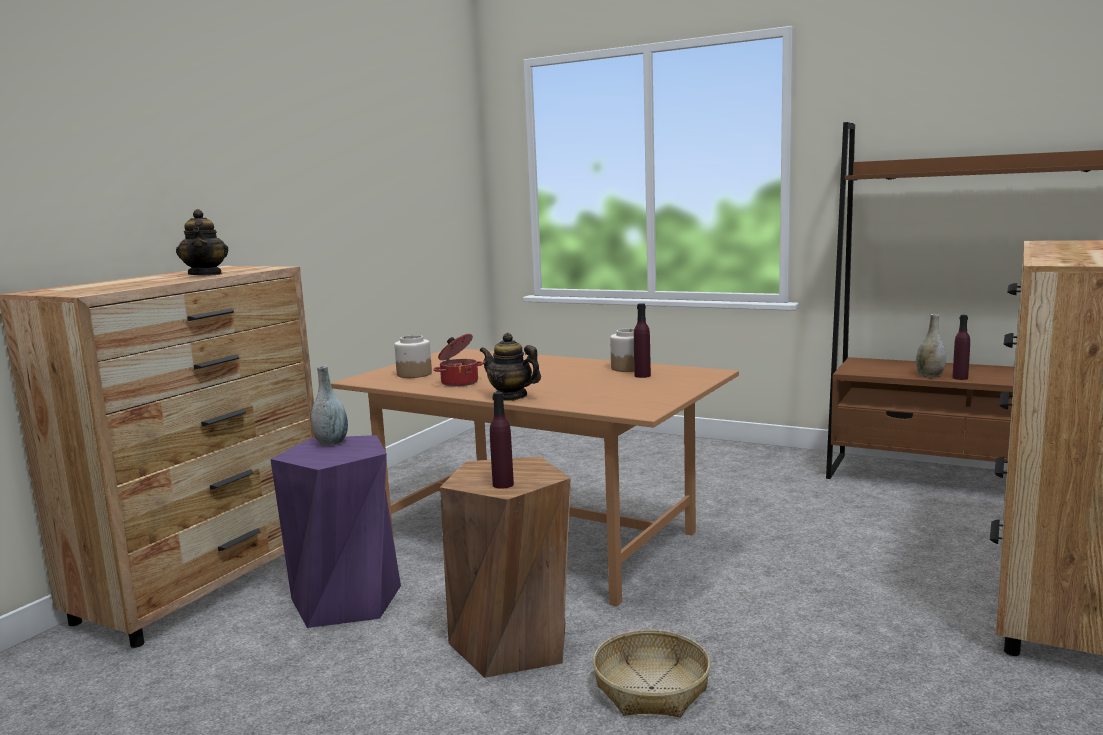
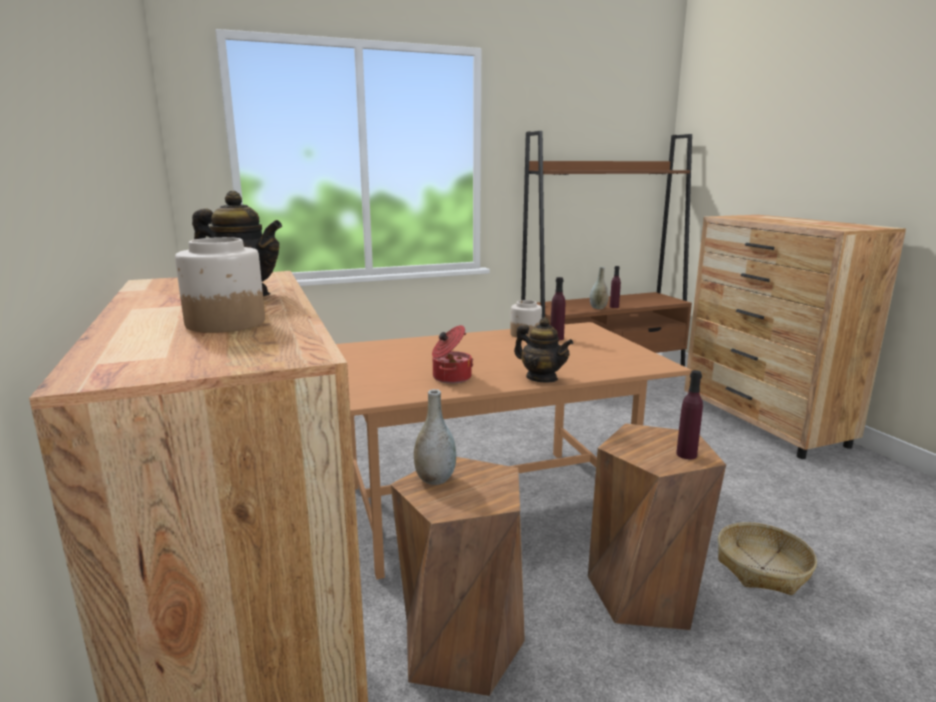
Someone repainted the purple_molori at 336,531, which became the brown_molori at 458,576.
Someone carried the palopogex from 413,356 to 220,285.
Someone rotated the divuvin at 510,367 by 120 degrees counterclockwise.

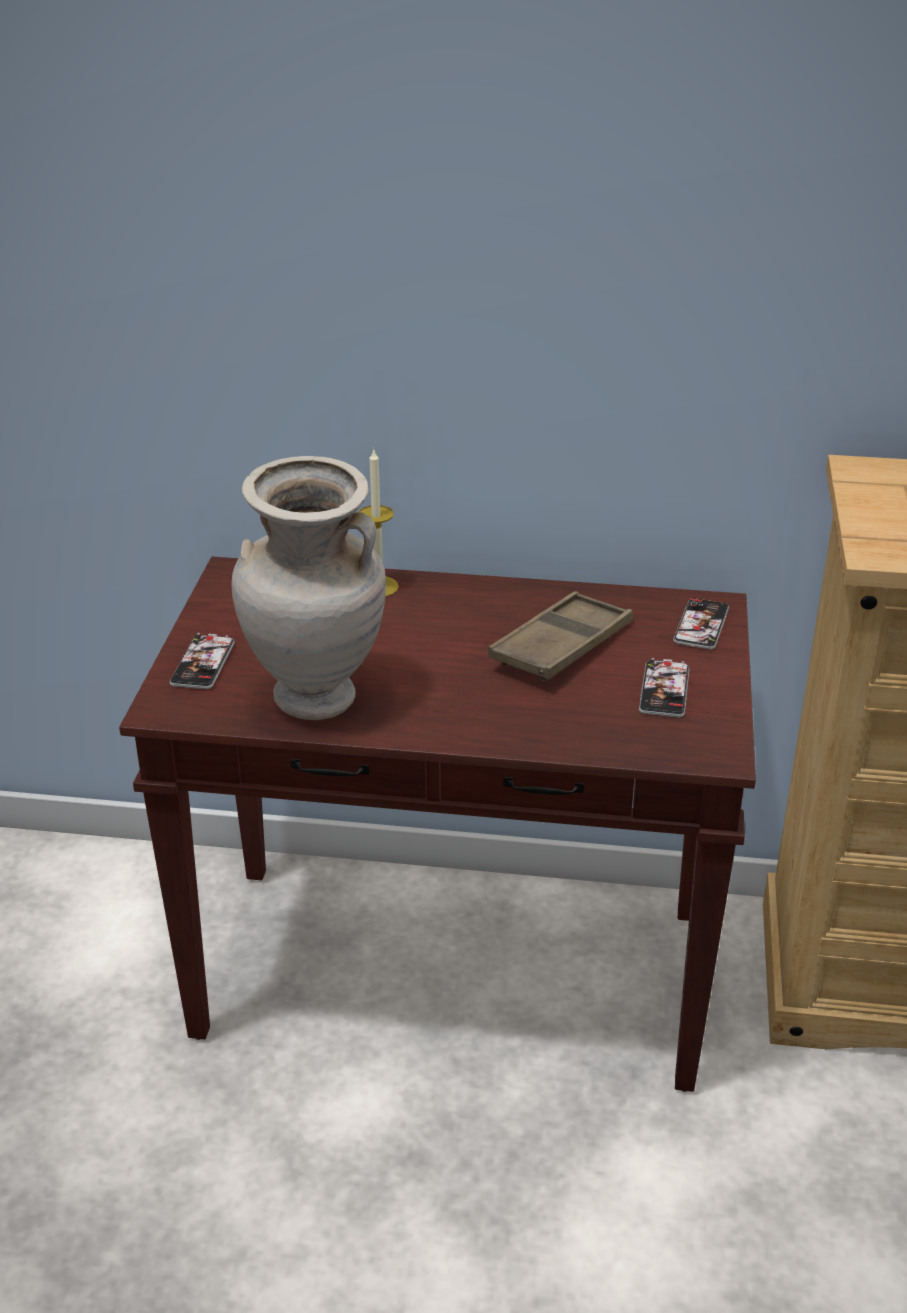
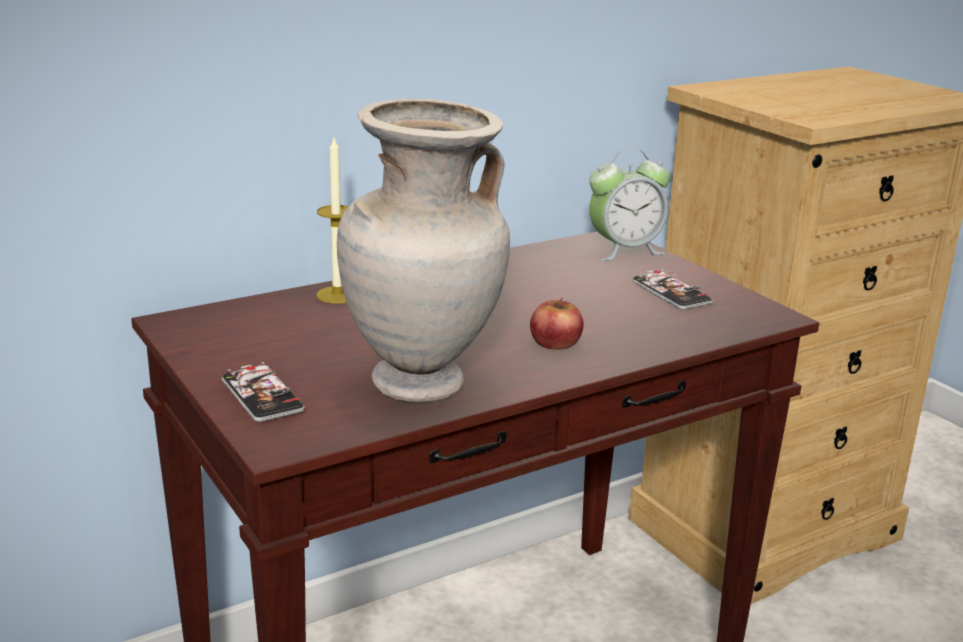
Someone took away the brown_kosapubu at 560,636.
Someone swapped the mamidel at 701,624 for the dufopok at 629,204.
Someone put down the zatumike at 557,323.

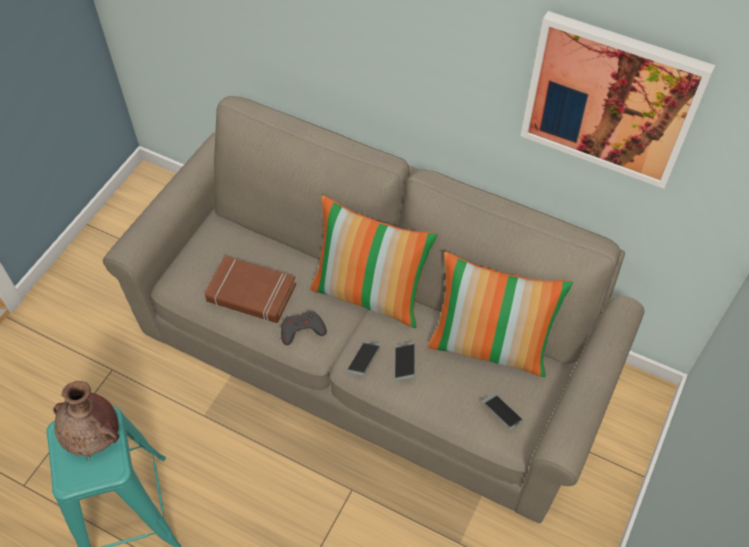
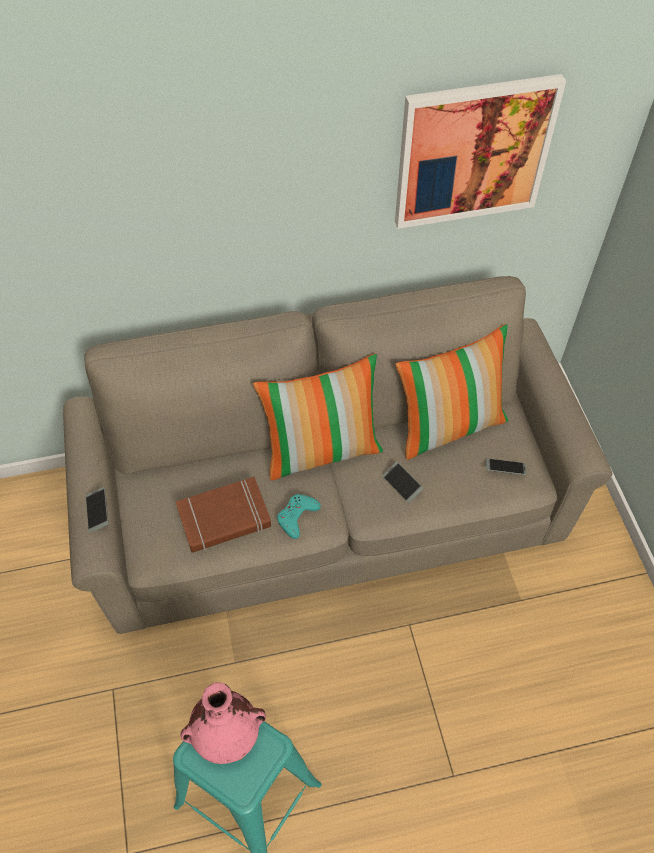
Someone repainted the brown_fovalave at 86,418, which became the pink_fovalave at 223,723.
Someone repainted the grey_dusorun at 304,328, which became the turquoise_dusorun at 299,516.
Someone carried the mamidel from 363,358 to 97,510.

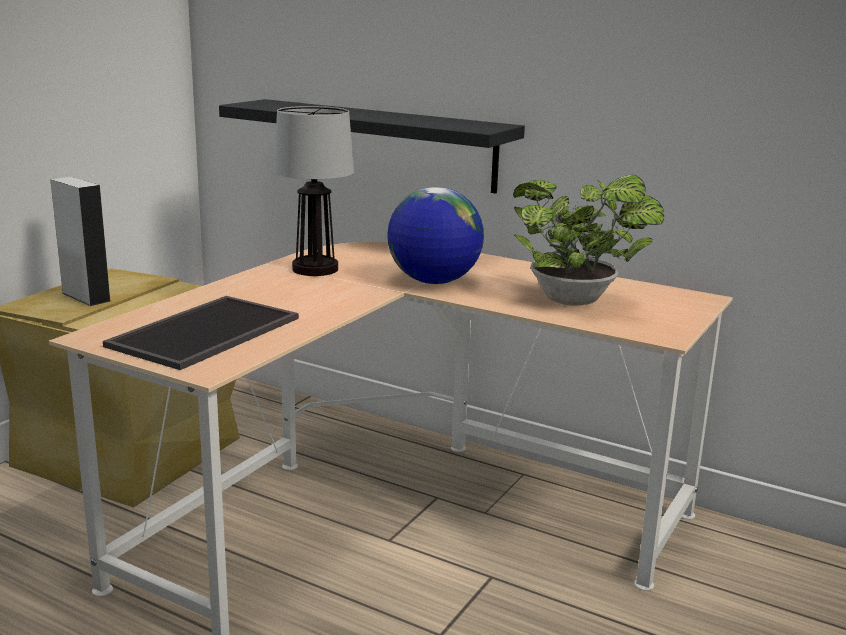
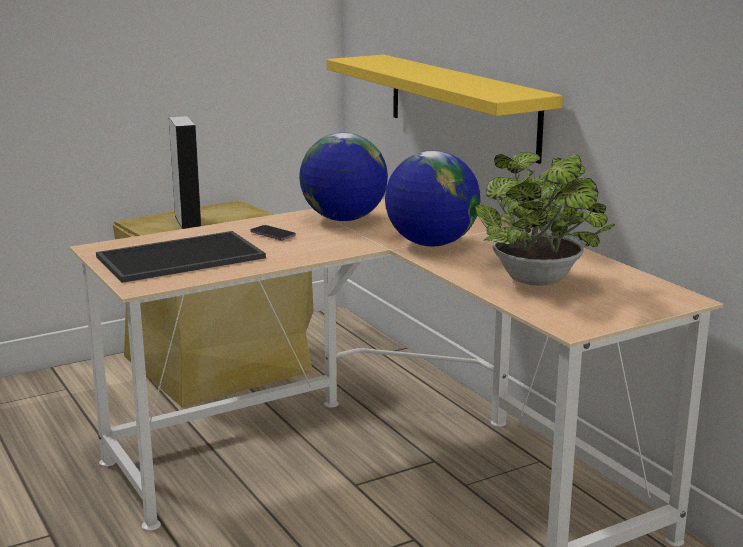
Someone repainted the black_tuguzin at 372,146, which became the yellow_tuguzin at 445,109.
Someone swapped the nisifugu at 314,191 for the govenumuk at 343,176.
Someone put down the mamidel at 273,233.

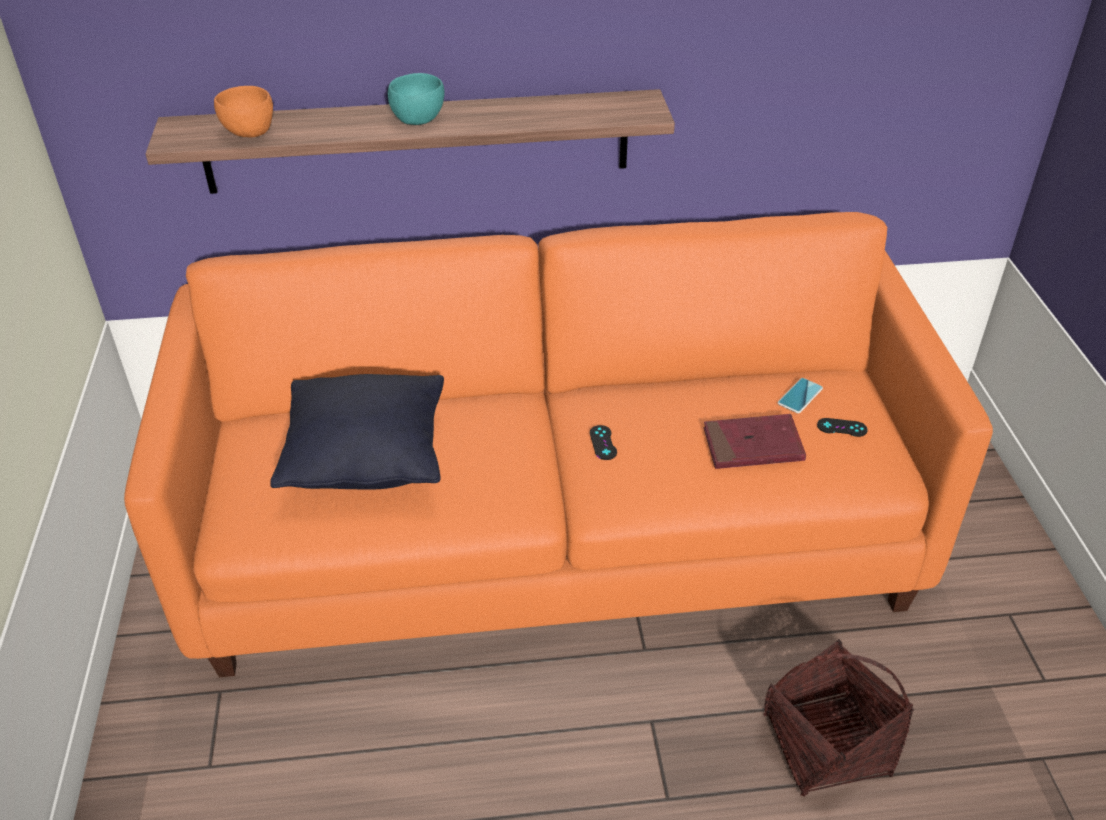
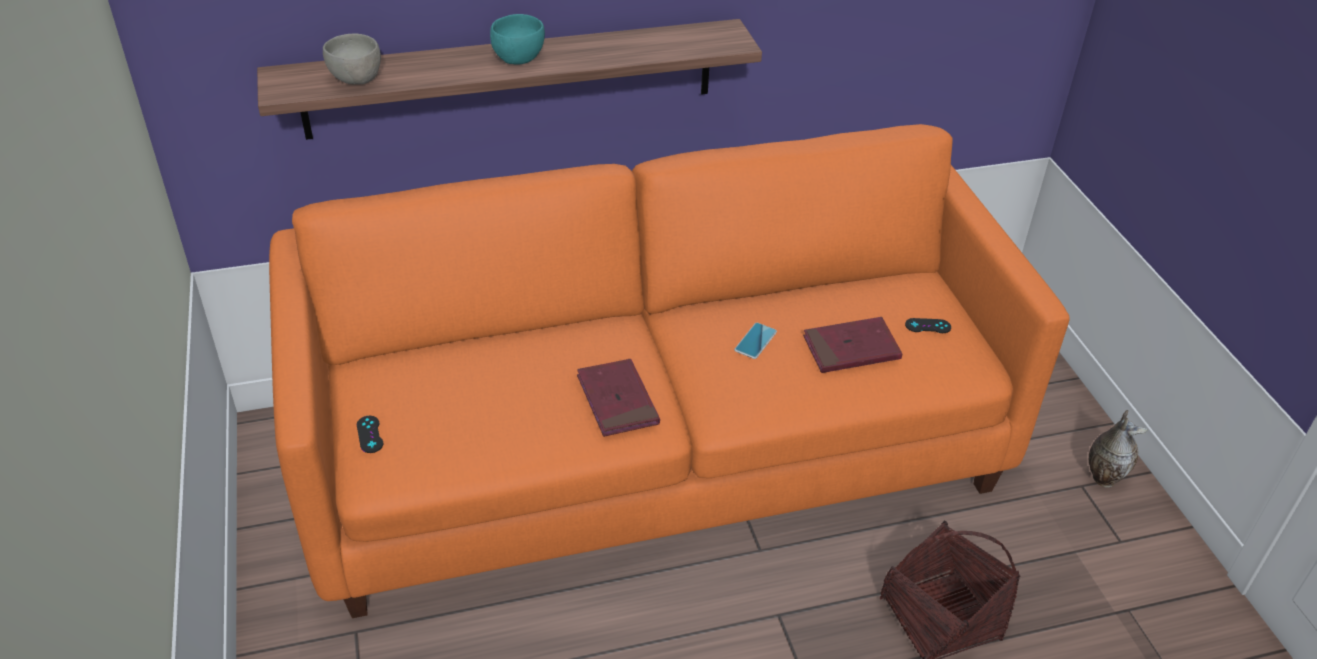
Someone repainted the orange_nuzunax at 243,112, which became the grey_nuzunax at 352,59.
Someone took away the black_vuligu at 357,431.
Someone carried the black_dusorun from 603,442 to 370,434.
Someone carried the mamidel from 800,395 to 755,341.
Someone put down the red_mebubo at 618,398.
Someone put down the fovalave at 1118,449.

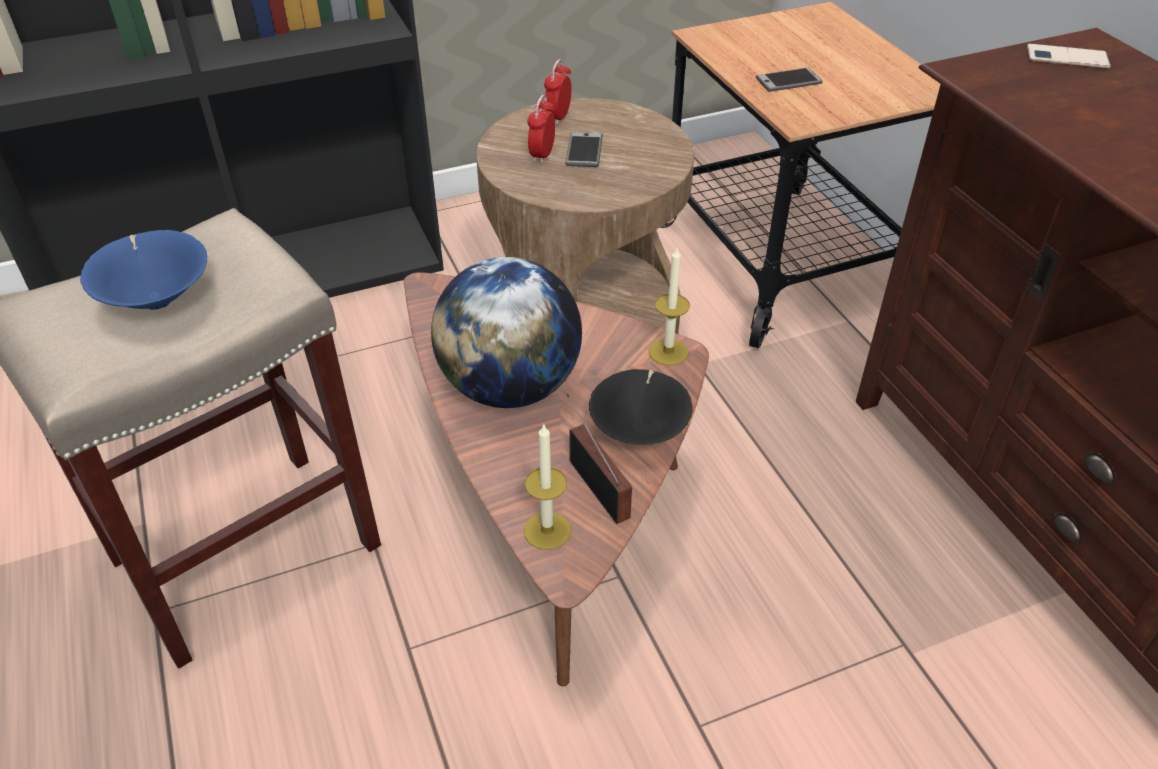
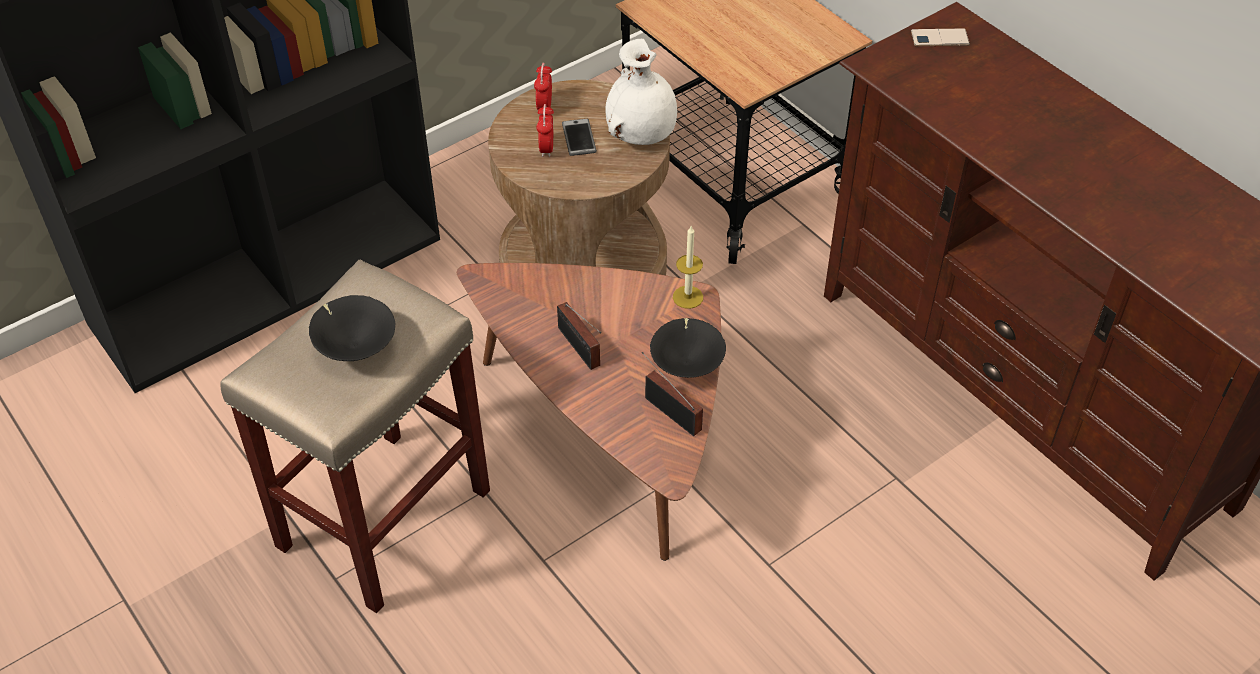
Someone repainted the blue_nuzunax at 143,270, which became the black_nuzunax at 352,328.
Someone swapped the govenumuk at 506,332 for the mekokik at 579,336.
Someone took away the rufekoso at 547,487.
Someone took away the mamidel at 789,79.
Someone put down the white_fovalave at 641,92.

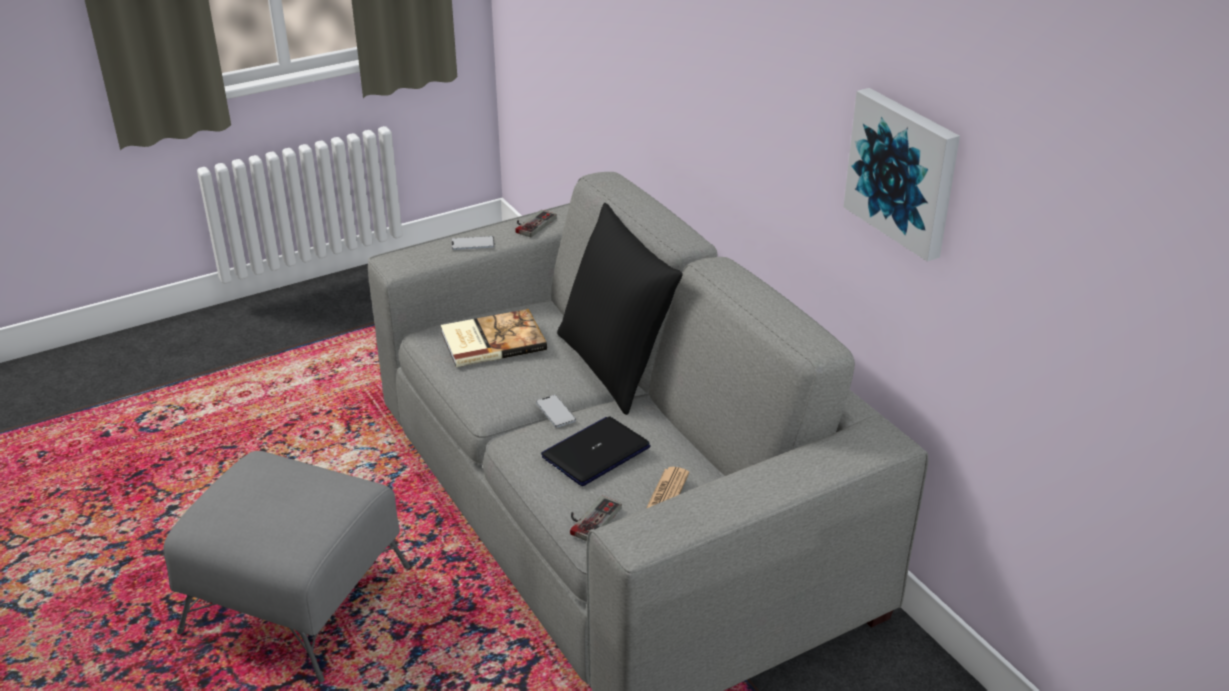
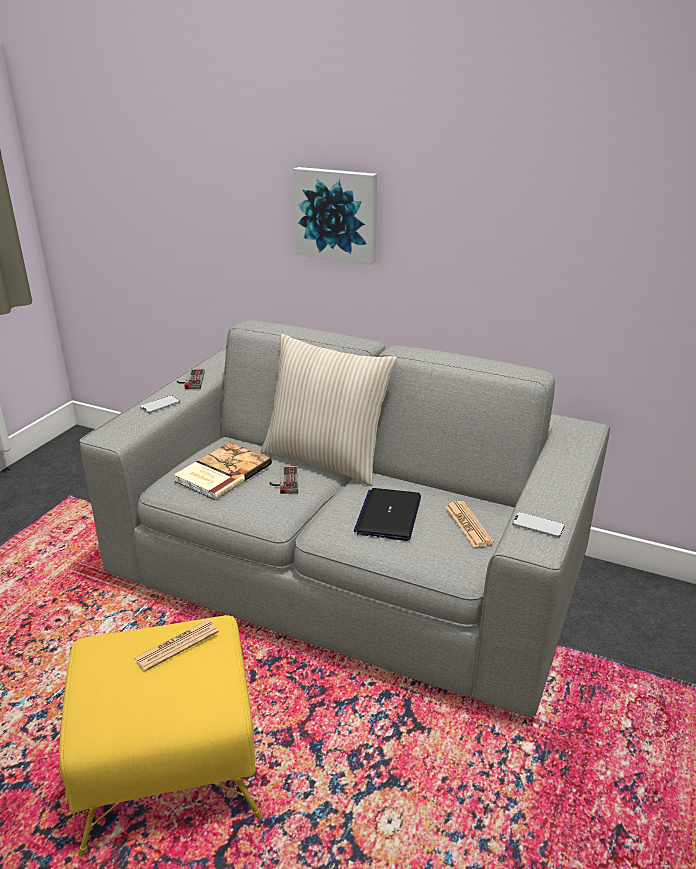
Someone repainted the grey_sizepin at 286,566, which became the yellow_sizepin at 161,736.
Someone carried the mamidel from 556,411 to 538,525.
Someone repainted the black_vuligu at 619,309, which became the beige_vuligu at 329,410.
Someone carried the dusorun from 596,518 to 284,480.
Someone carried the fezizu from 902,175 to 335,216.
Someone put down the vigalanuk at 176,646.

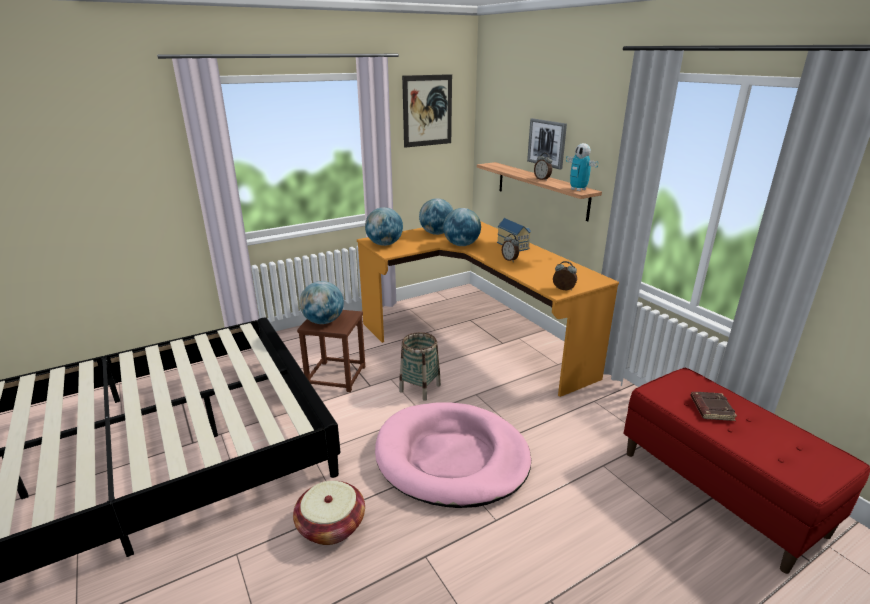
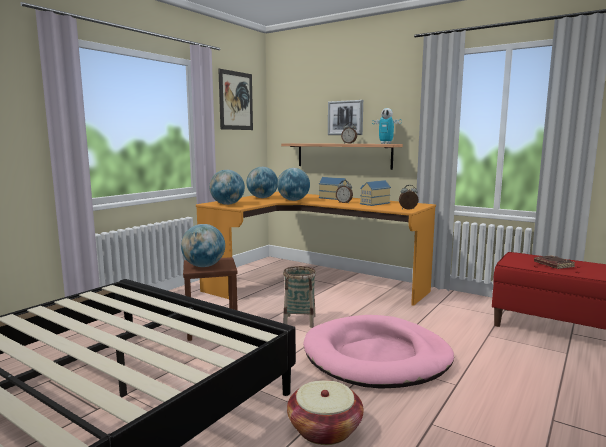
Someone put down the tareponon at 375,193.

